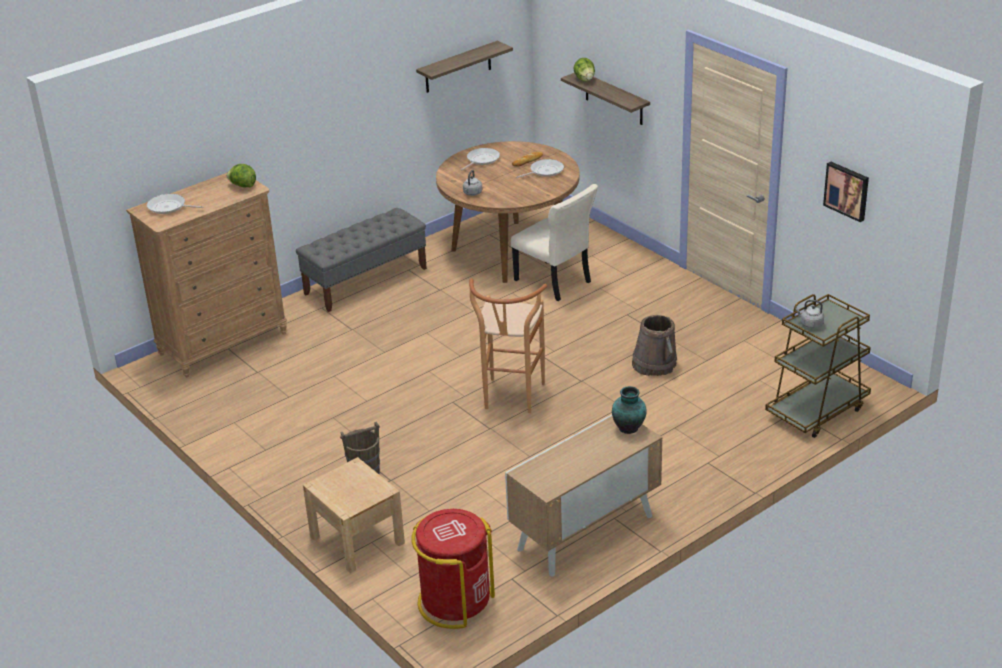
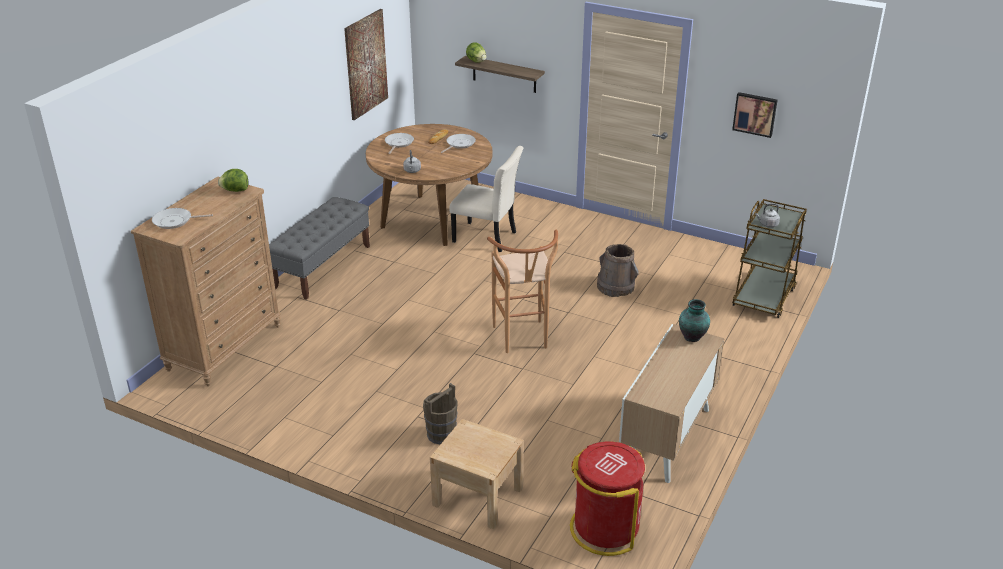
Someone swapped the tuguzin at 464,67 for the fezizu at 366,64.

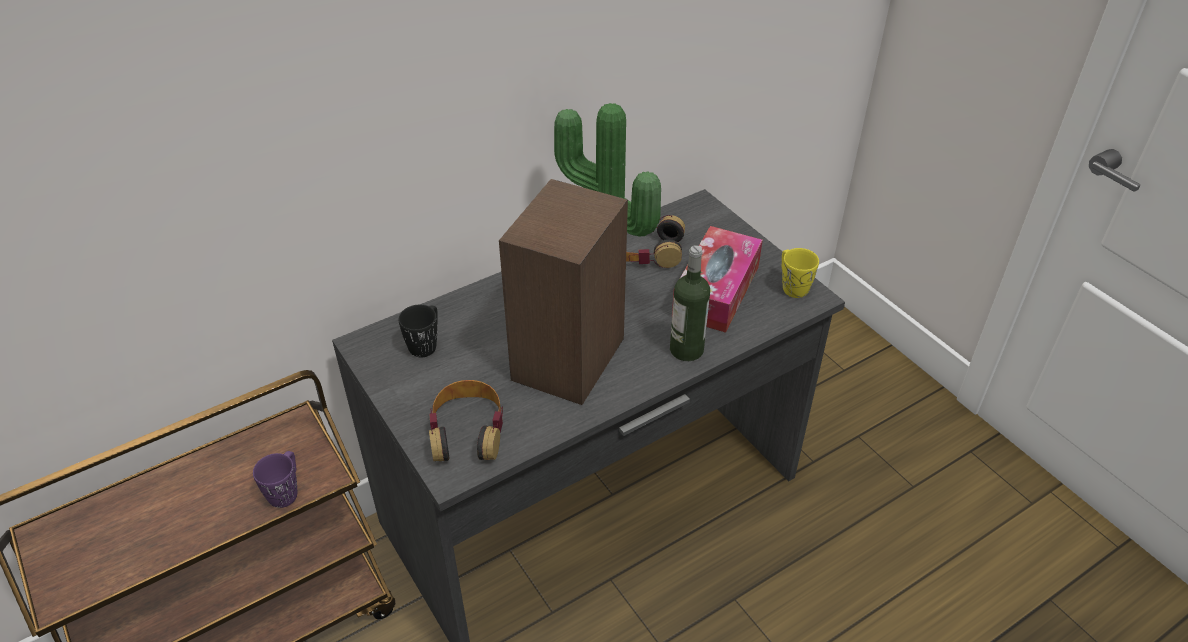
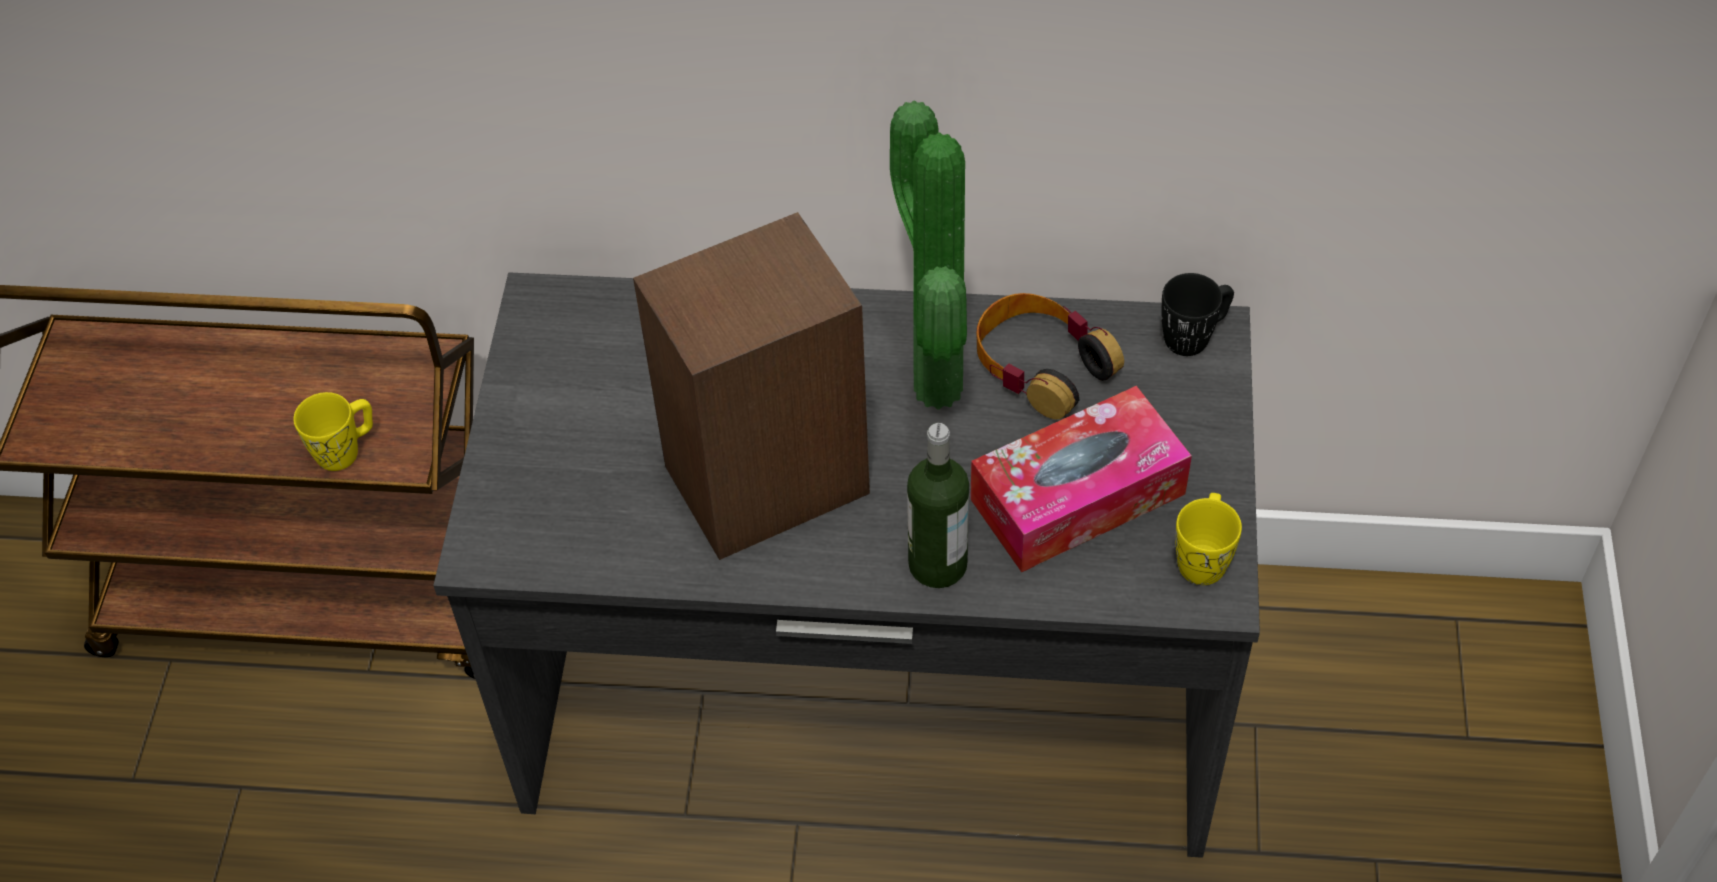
Someone repainted the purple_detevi at 275,479, which became the yellow_detevi at 333,431.
Someone carried the black_detevi from 418,331 to 1197,314.
Someone took away the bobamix at 466,420.

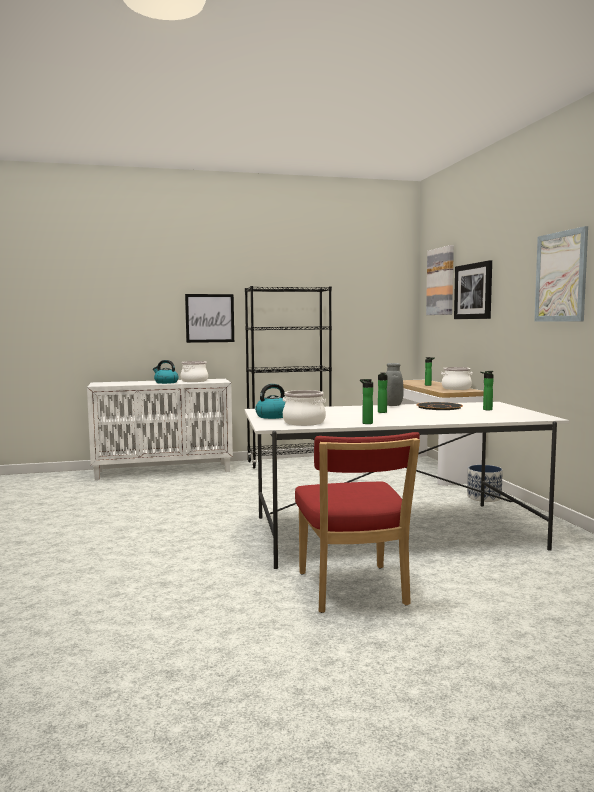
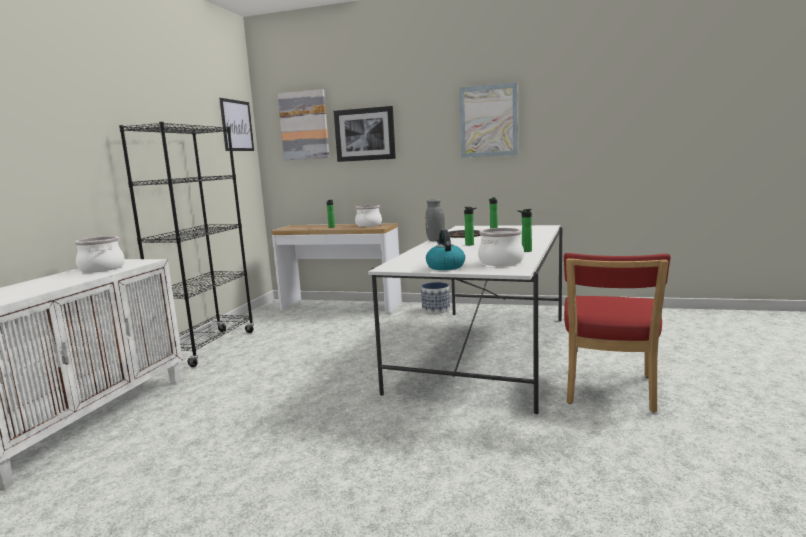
Someone took away the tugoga at 166,372.
Someone carried the fezizu from 209,318 to 236,124.
Someone rotated the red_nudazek at 357,522 by 90 degrees clockwise.

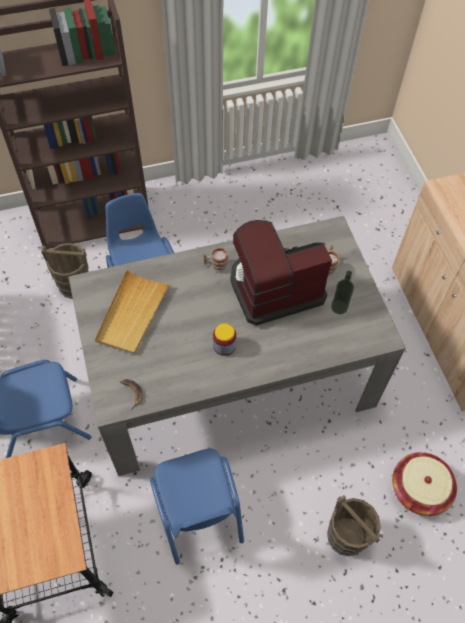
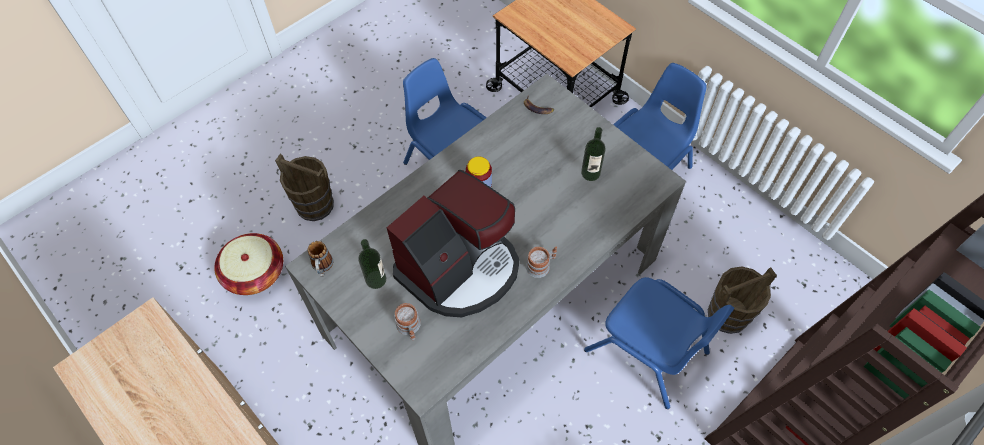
Someone swapped the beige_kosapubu at 133,312 for the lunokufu at 593,154.
Someone put down the detevi at 320,259.

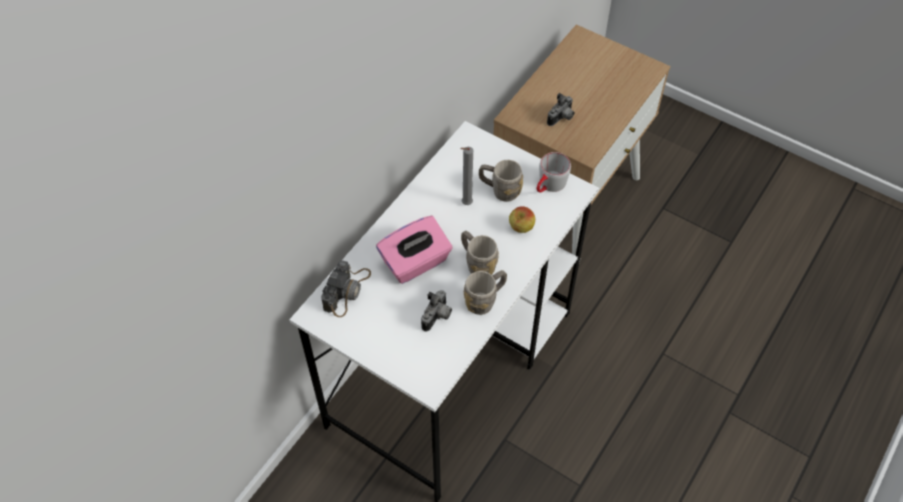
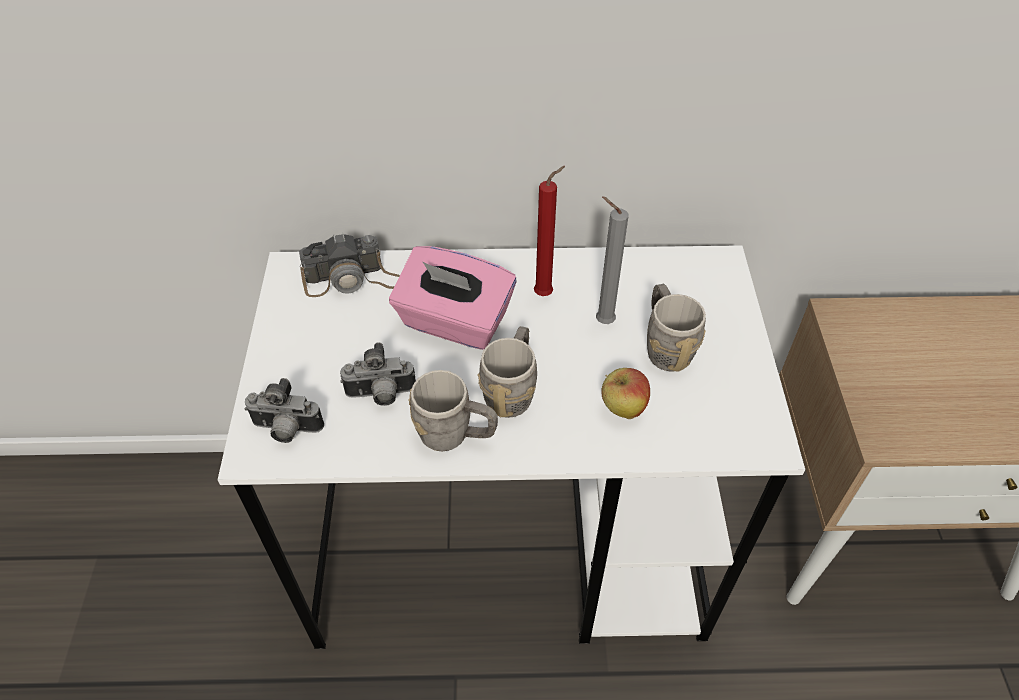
Someone took away the grey_detevi at 554,172.
Someone carried the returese from 560,109 to 284,410.
Someone put down the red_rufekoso at 549,231.

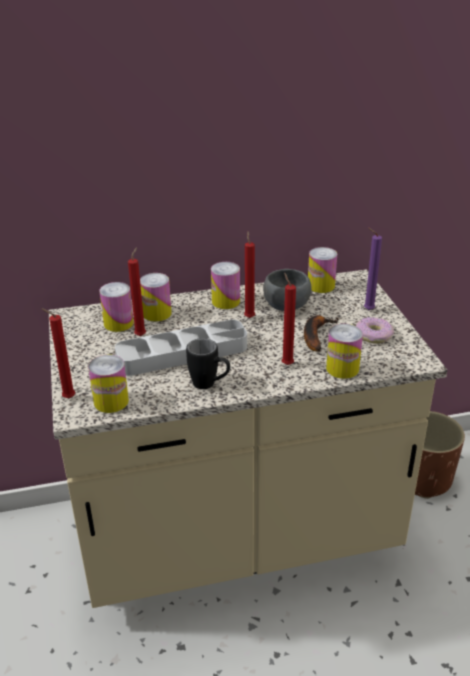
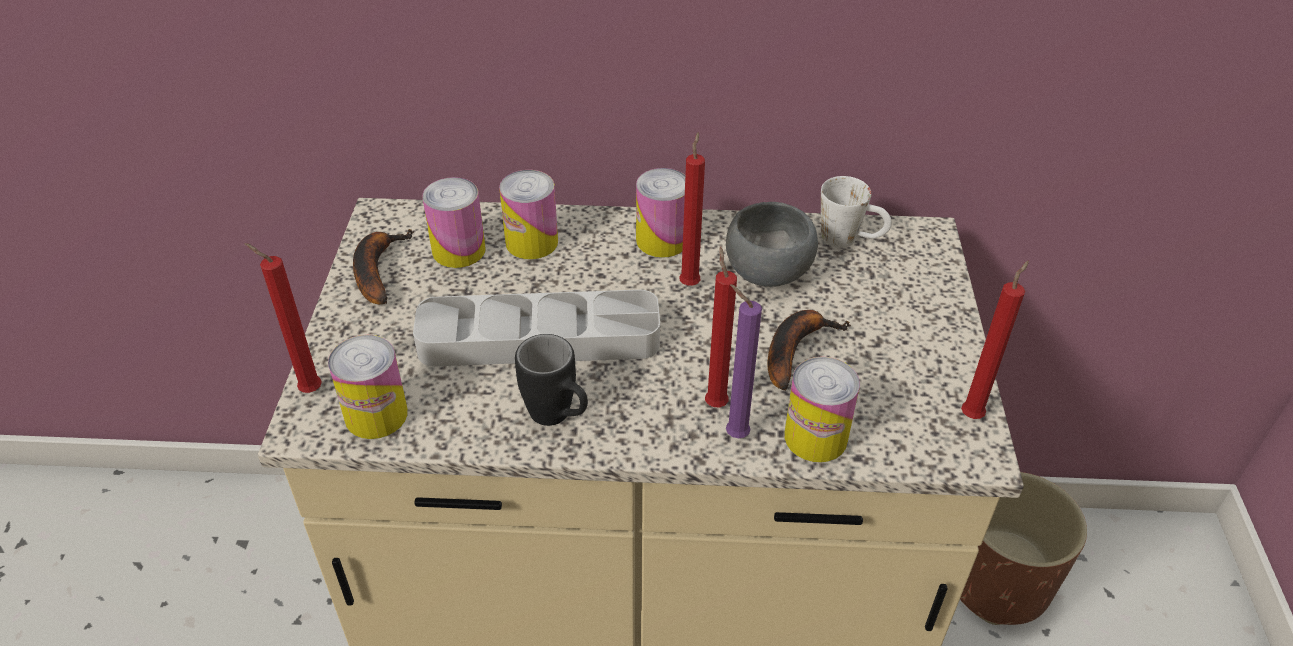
Someone carried the red_rufekoso from 137,291 to 995,340.
Someone swapped the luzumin at 322,270 for the white_detevi at 856,212.
Someone took away the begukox at 375,330.
Someone carried the purple_rufekoso from 373,268 to 744,361.
Someone put down the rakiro at 383,266.

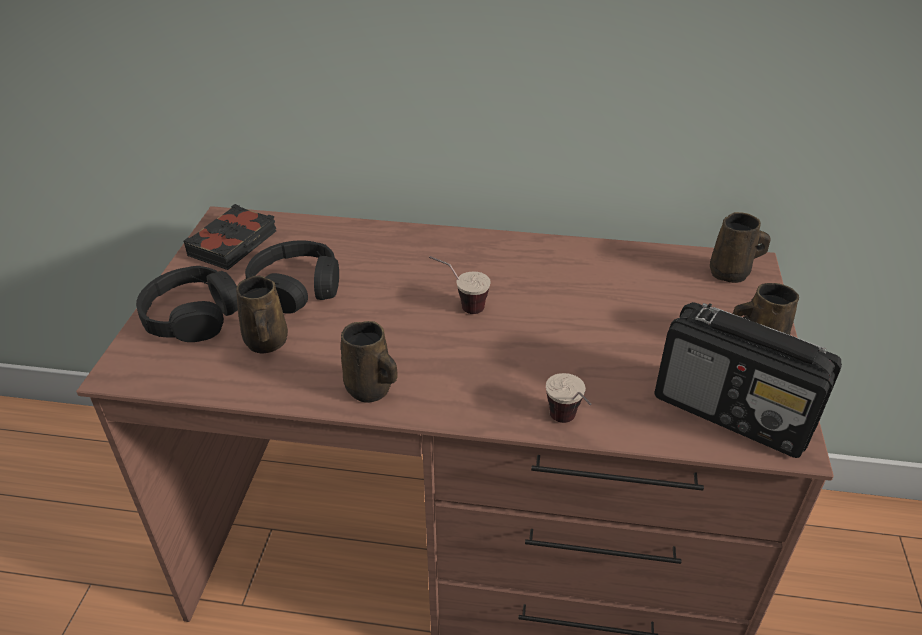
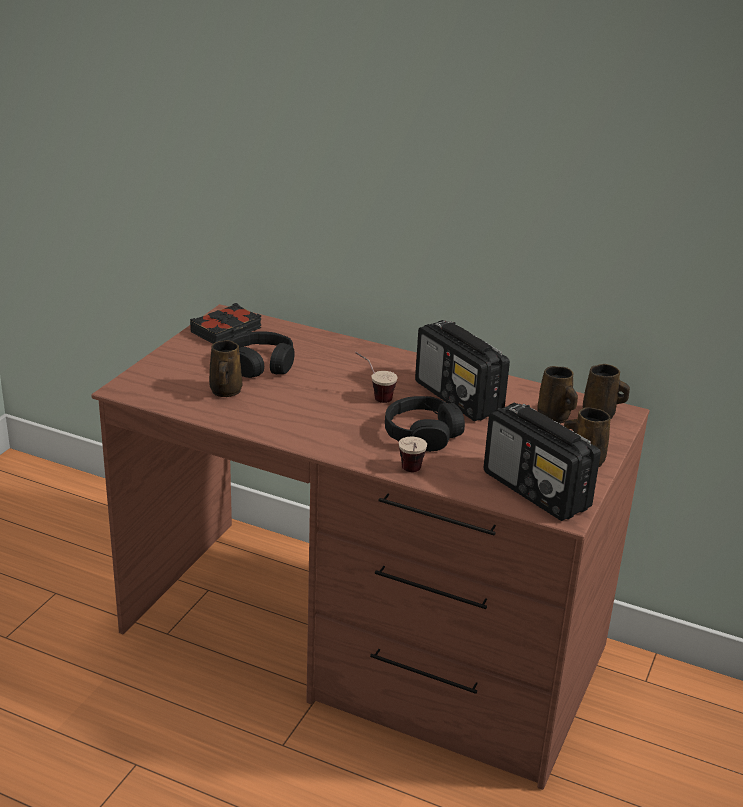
Someone carried the black_bobamix from 187,304 to 425,424.
Someone carried the brown_detevi from 369,362 to 557,395.
Someone put down the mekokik at 462,370.

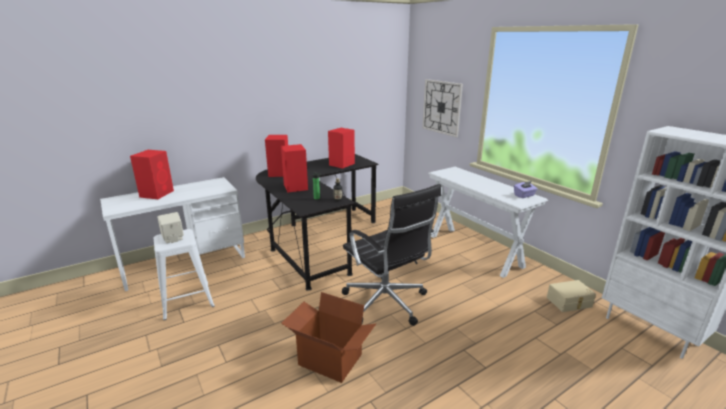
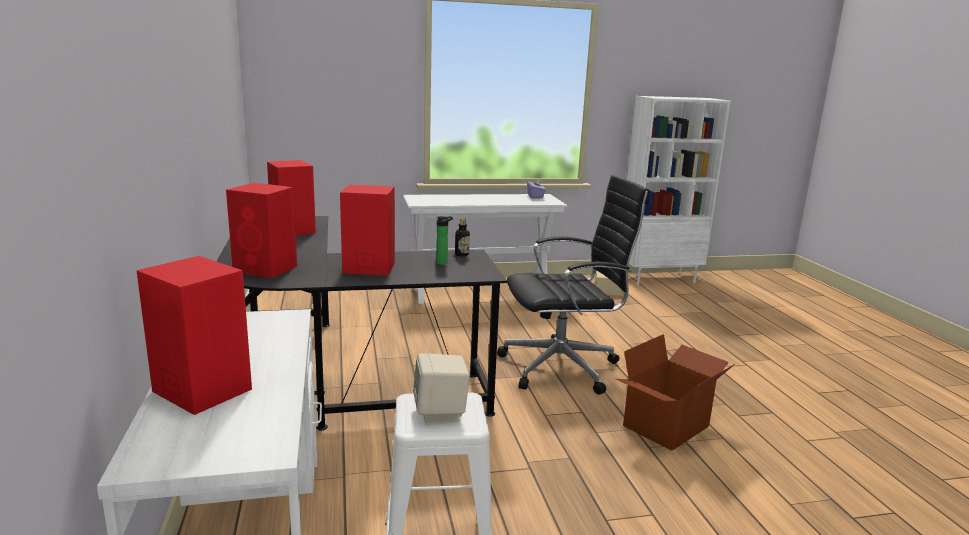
Someone took away the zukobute at 442,108.

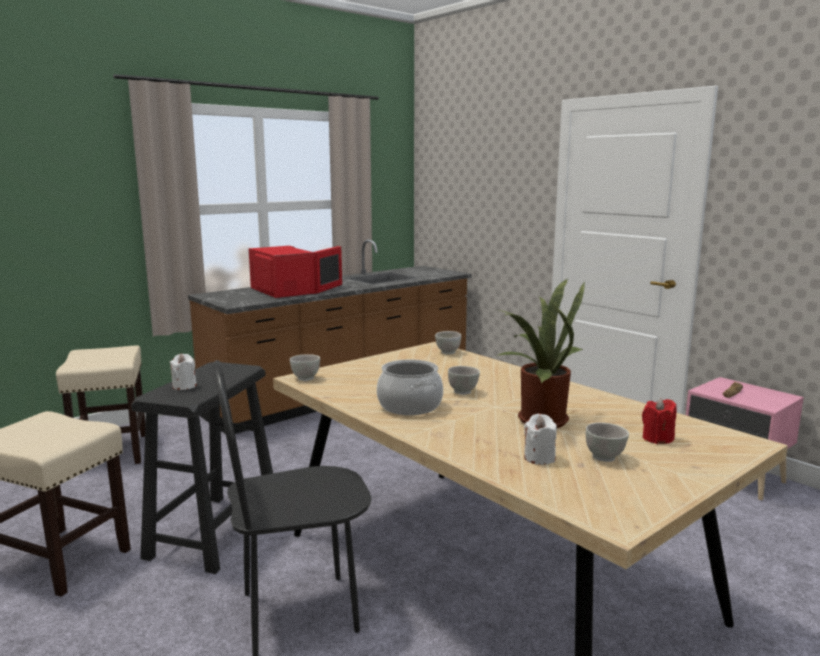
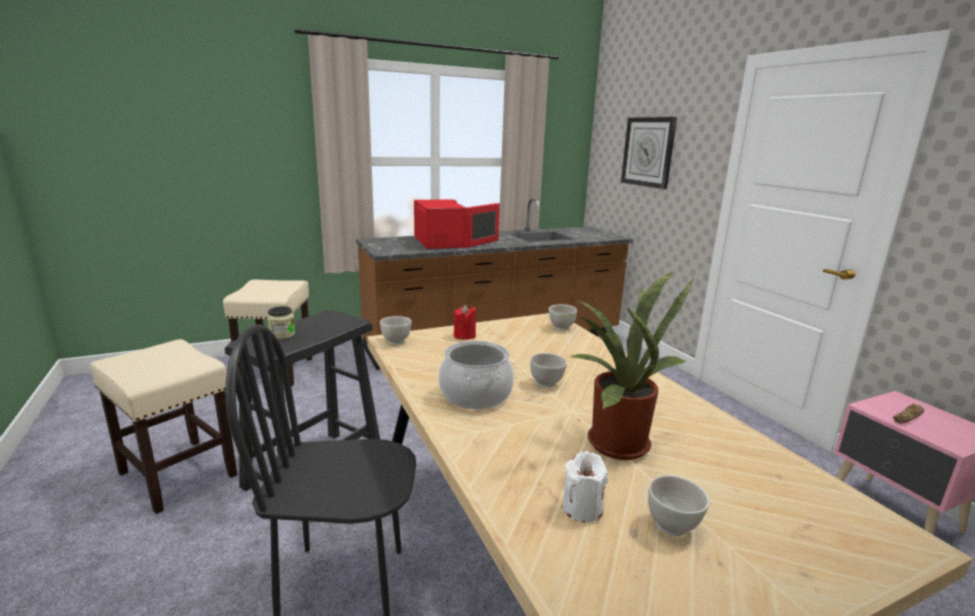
Someone swapped the white_rufekoso at 183,372 for the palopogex at 281,322.
Someone carried the red_rufekoso from 659,421 to 465,322.
Someone put up the zukobute at 649,153.

